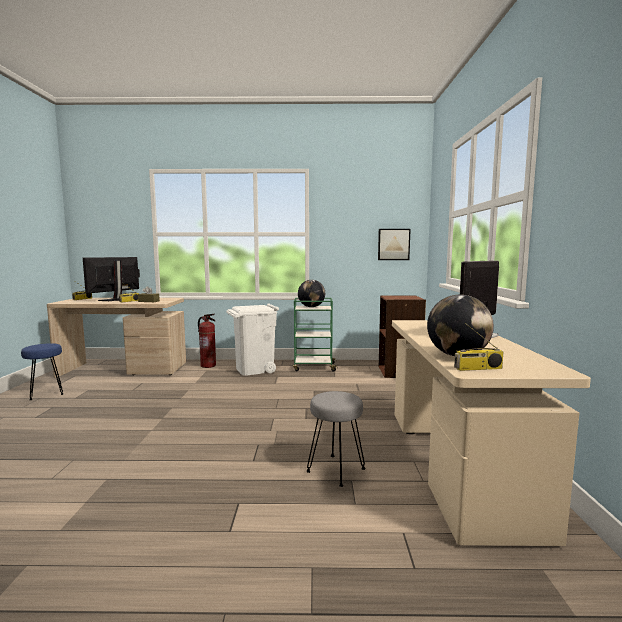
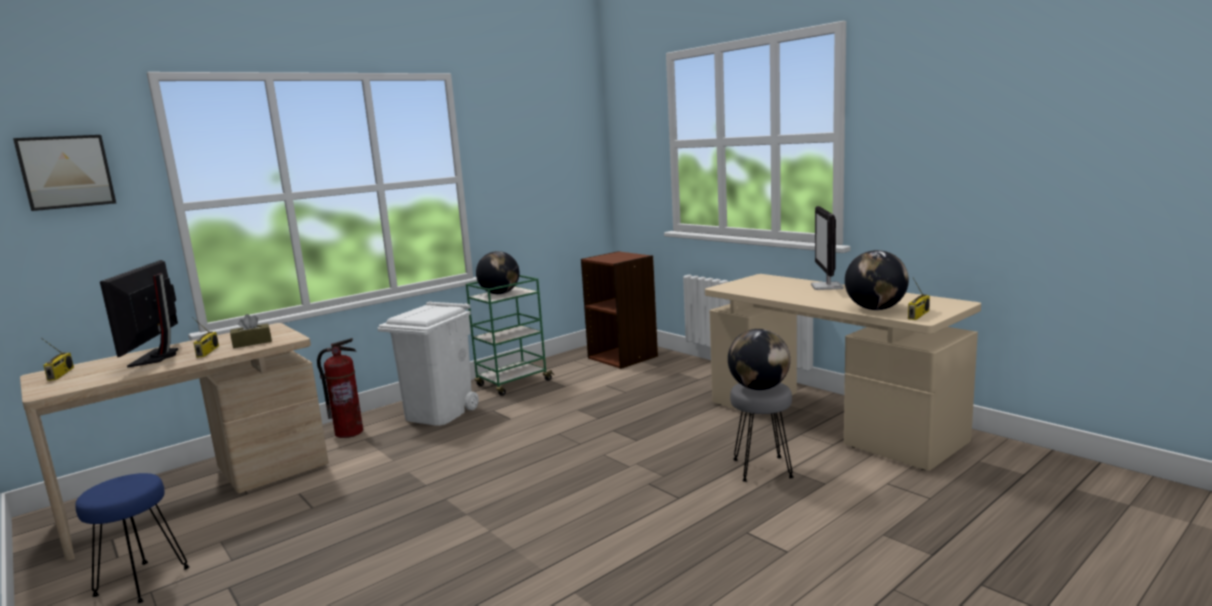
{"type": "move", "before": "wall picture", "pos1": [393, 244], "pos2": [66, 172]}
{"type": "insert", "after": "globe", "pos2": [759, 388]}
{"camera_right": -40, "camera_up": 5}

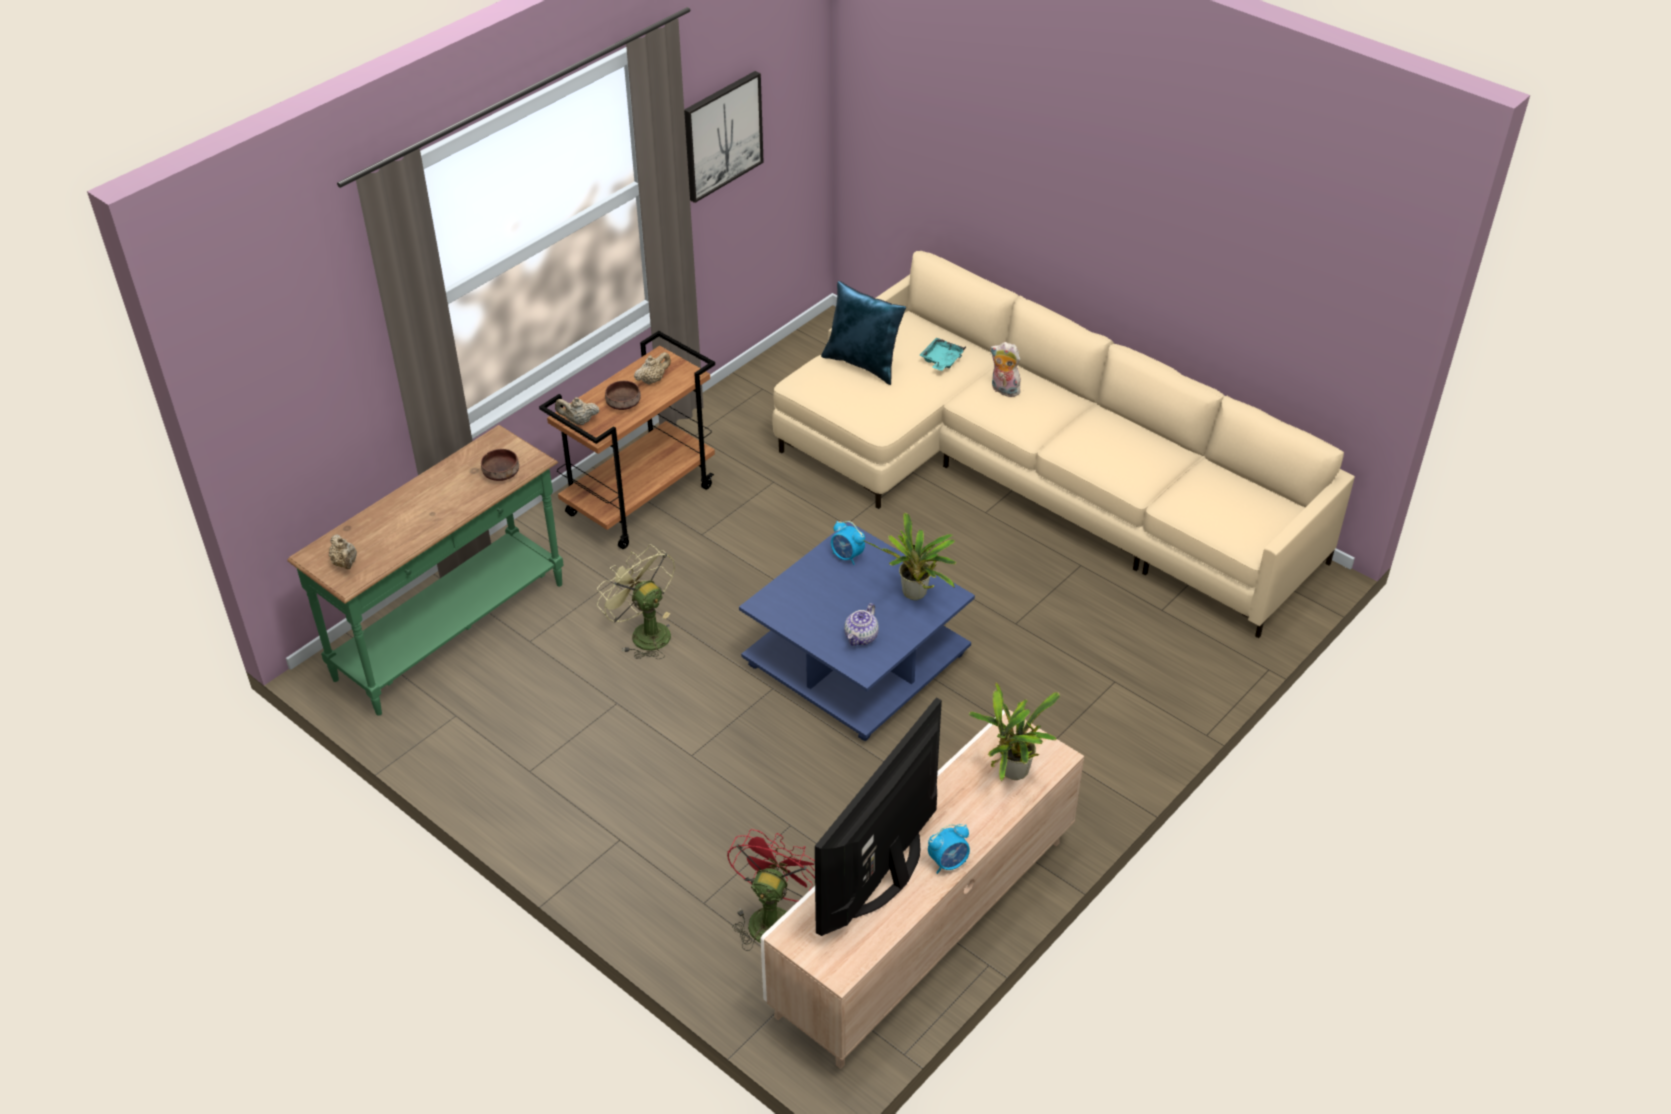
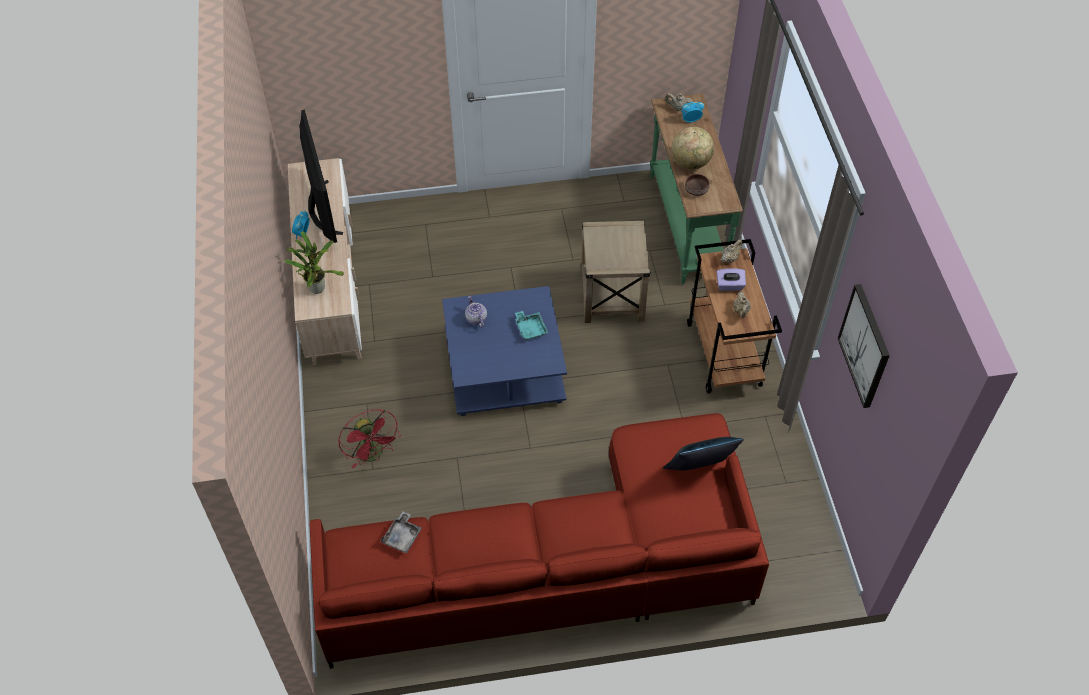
{"type": "replace", "before": "electric fan (greenish)", "after": "side table (beige-coloured)", "pos1": [644, 633], "pos2": [612, 296]}
{"type": "replace", "before": "deep dish (brown)", "after": "tissue holder (purple-coloured)", "pos1": [622, 403], "pos2": [729, 286]}
{"type": "move", "before": "electric fan (red)", "pos1": [773, 917], "pos2": [373, 455]}
{"type": "recolor", "before": "settee (beige-coloured)", "after": "settee (red)", "pos1": [1037, 480], "pos2": [558, 567]}
{"type": "move", "before": "table clock", "pos1": [847, 556], "pos2": [690, 120]}
{"type": "delete", "before": "plant in a pot", "pos1": [915, 596]}
{"type": "move", "before": "carrying tray (turquoise)", "pos1": [941, 360], "pos2": [530, 328]}
{"type": "delete", "before": "cuddly toy", "pos1": [1003, 390]}
{"type": "insert", "after": "carrying tray (grey)", "pos2": [402, 536]}
{"type": "insert", "after": "globe", "pos2": [691, 163]}
{"camera_right": 130, "camera_up": 10}

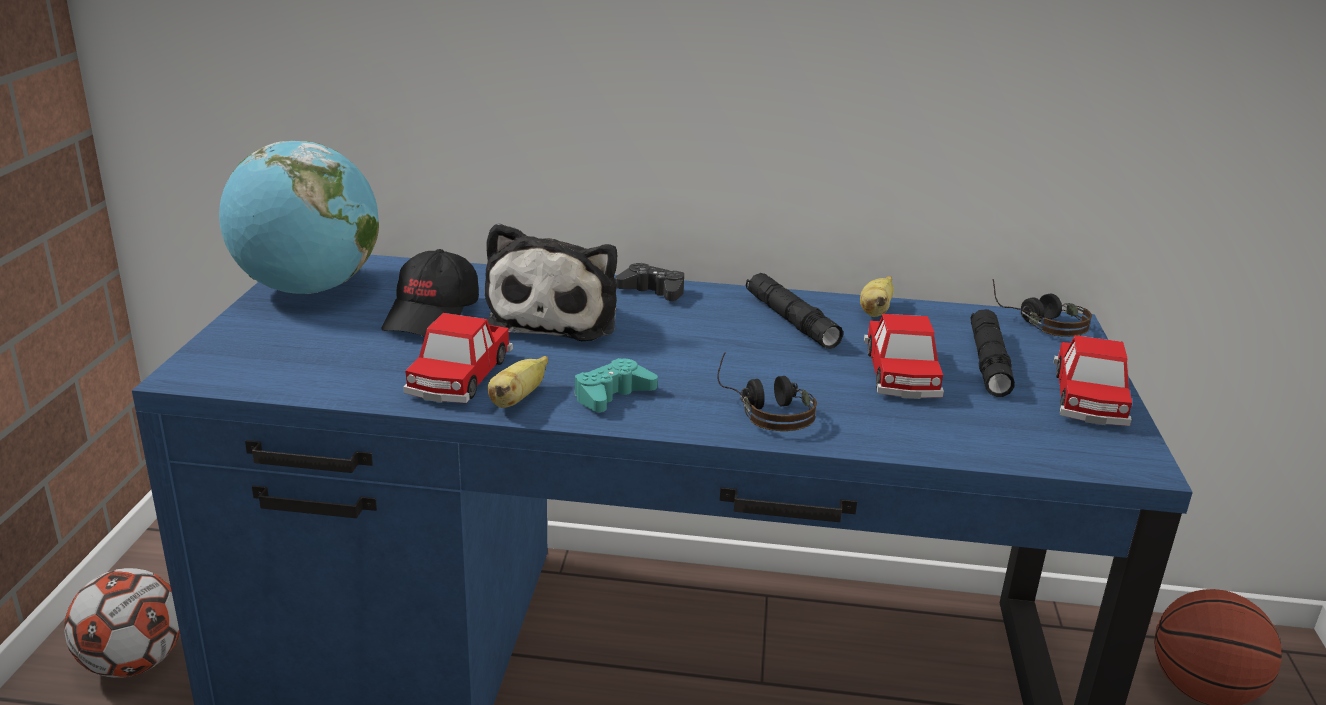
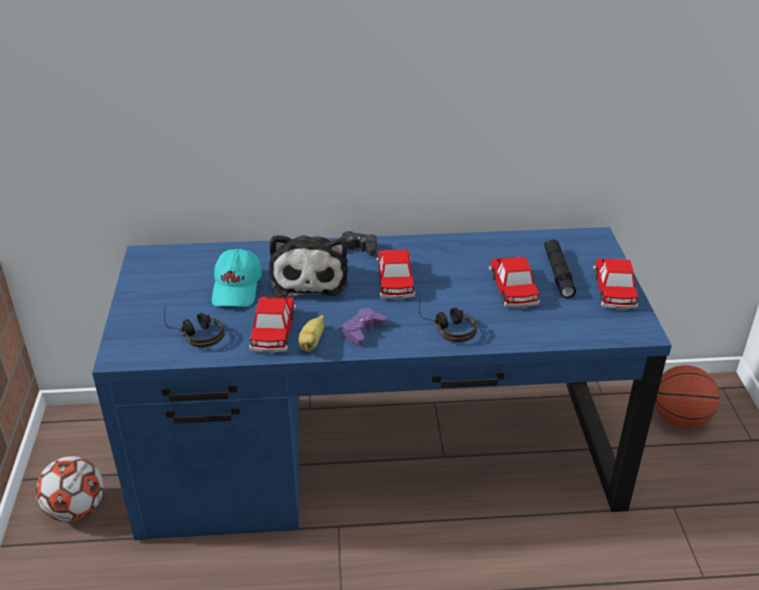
{"type": "delete", "before": "globe", "pos1": [308, 289]}
{"type": "recolor", "before": "peaked cap (blackish)", "after": "peaked cap (turquoise)", "pos1": [433, 315], "pos2": [237, 288]}
{"type": "recolor", "before": "joypad (turquoise)", "after": "joypad (purple-coloured)", "pos1": [612, 395], "pos2": [362, 331]}
{"type": "delete", "before": "flashlight (blackish)", "pos1": [791, 320]}
{"type": "delete", "before": "whole banana", "pos1": [875, 311]}
{"type": "move", "before": "headset", "pos1": [1037, 321], "pos2": [195, 332]}
{"type": "insert", "after": "model car", "pos2": [395, 281]}
{"camera_right": -10, "camera_up": 10}

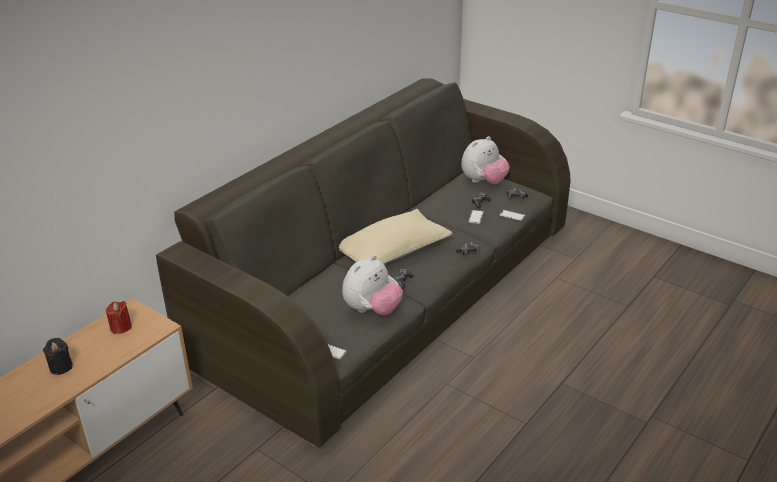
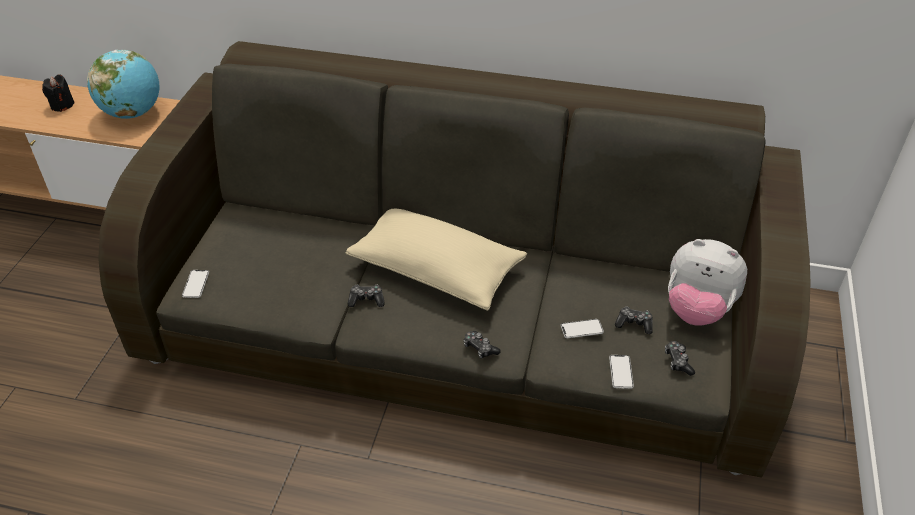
{"type": "replace", "before": "wax light (red)", "after": "globe", "pos1": [121, 327], "pos2": [133, 113]}
{"type": "delete", "before": "cuddly toy", "pos1": [372, 310]}
{"camera_right": 65, "camera_up": 10}

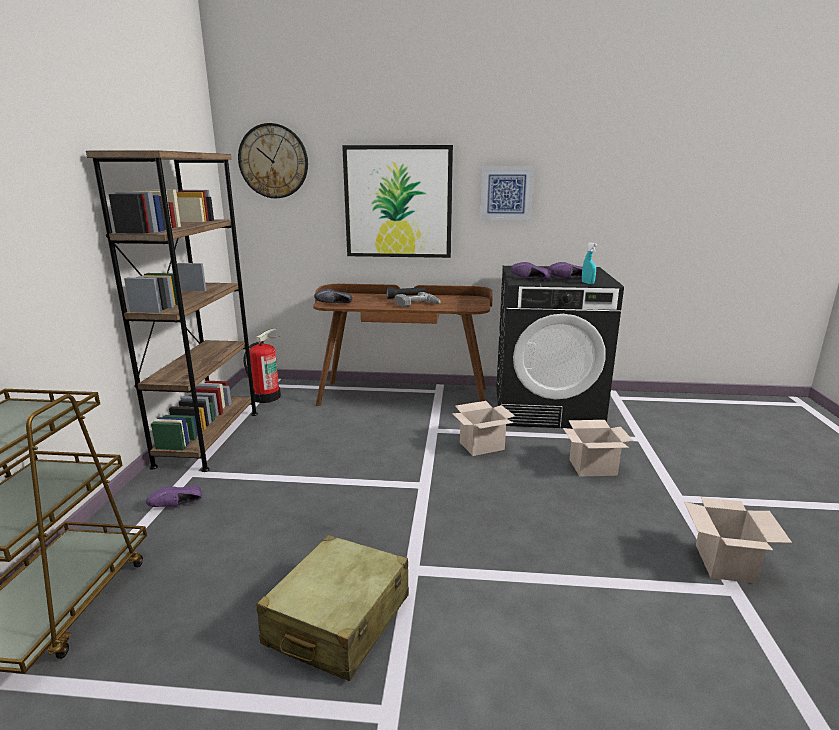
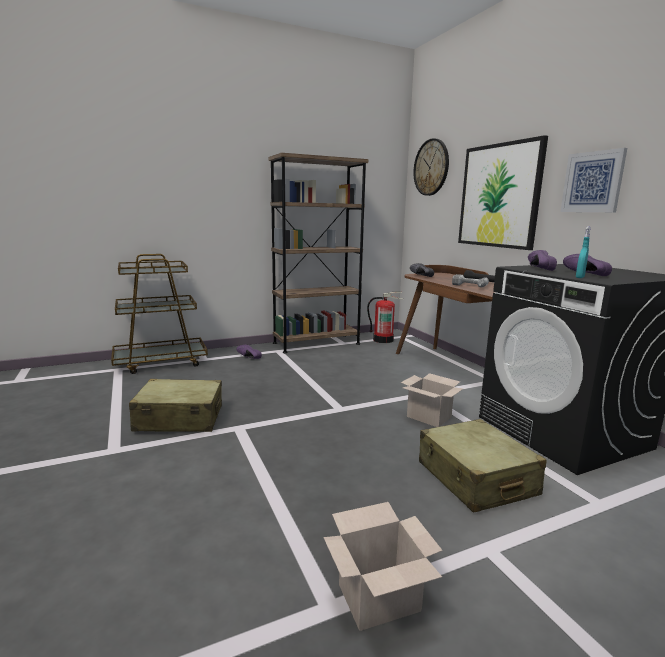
{"type": "replace", "before": "cardboard box", "after": "suitcase (beige-coloured)", "pos1": [593, 467], "pos2": [475, 479]}
{"camera_right": 60, "camera_up": -5}

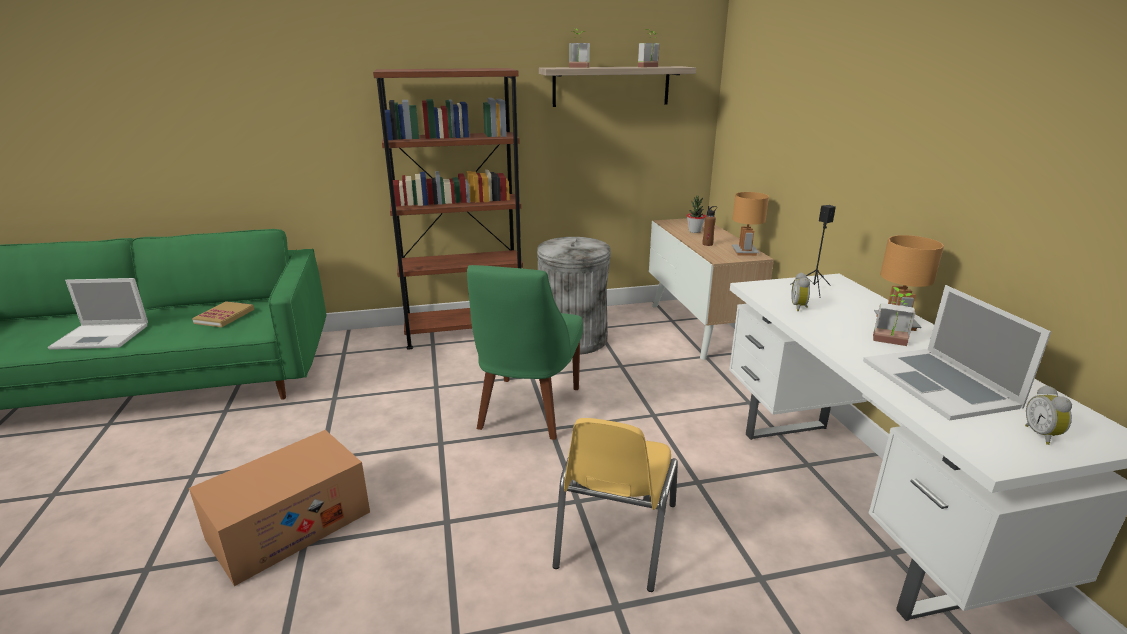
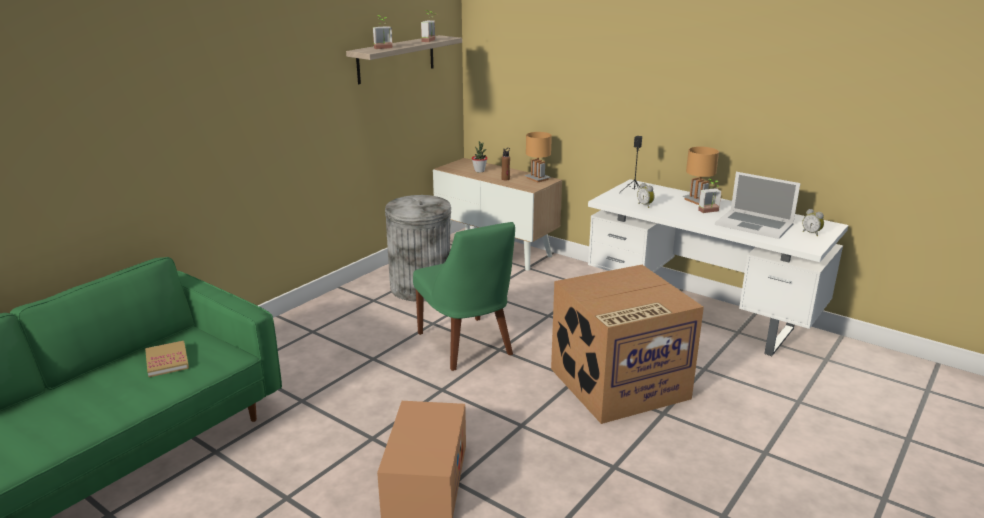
{"type": "delete", "before": "laptop", "pos1": [103, 336]}
{"type": "delete", "before": "shelving unit (brown)", "pos1": [464, 332]}
{"type": "replace", "before": "chair (yellow-coloured)", "after": "cardboard box", "pos1": [615, 535], "pos2": [618, 384]}
{"camera_right": -40, "camera_up": 0}

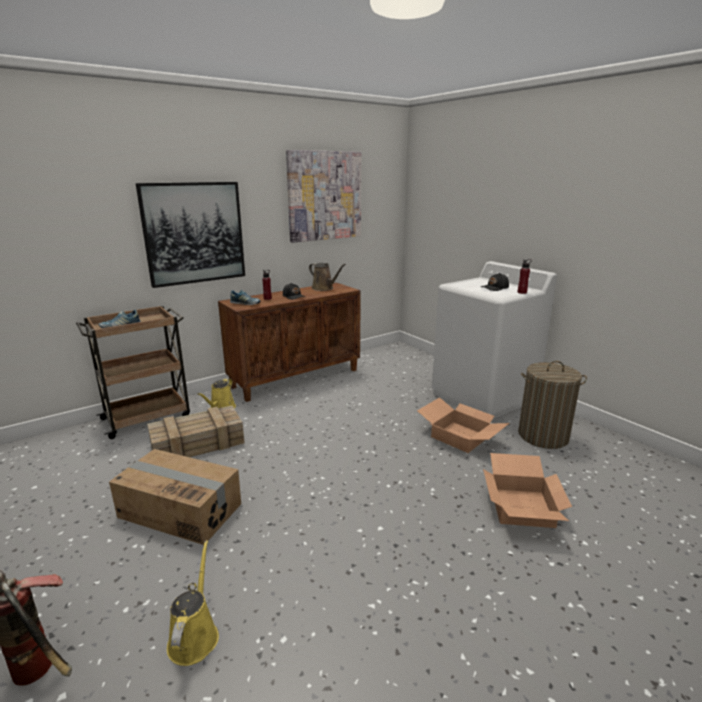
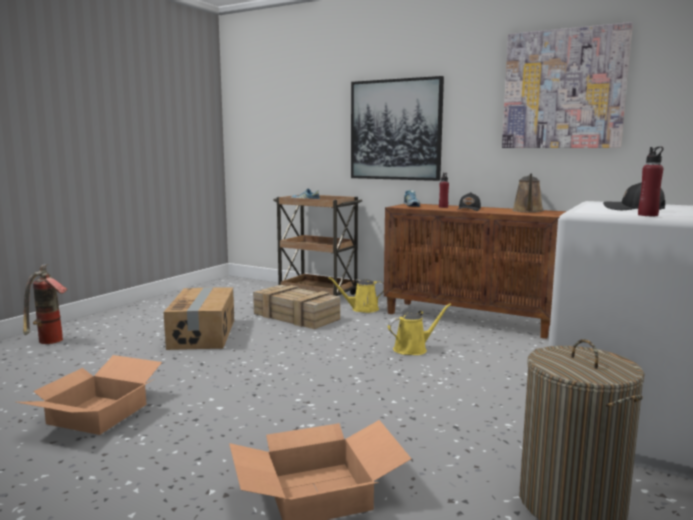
{"type": "move", "before": "watering can (yellow-coloured)", "pos1": [194, 636], "pos2": [413, 349]}
{"type": "move", "before": "cardboard box", "pos1": [461, 436], "pos2": [98, 415]}
{"camera_right": 65, "camera_up": -10}

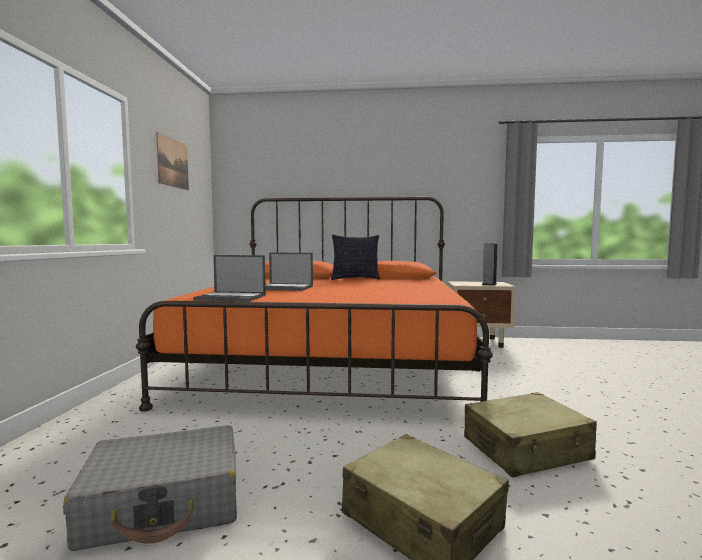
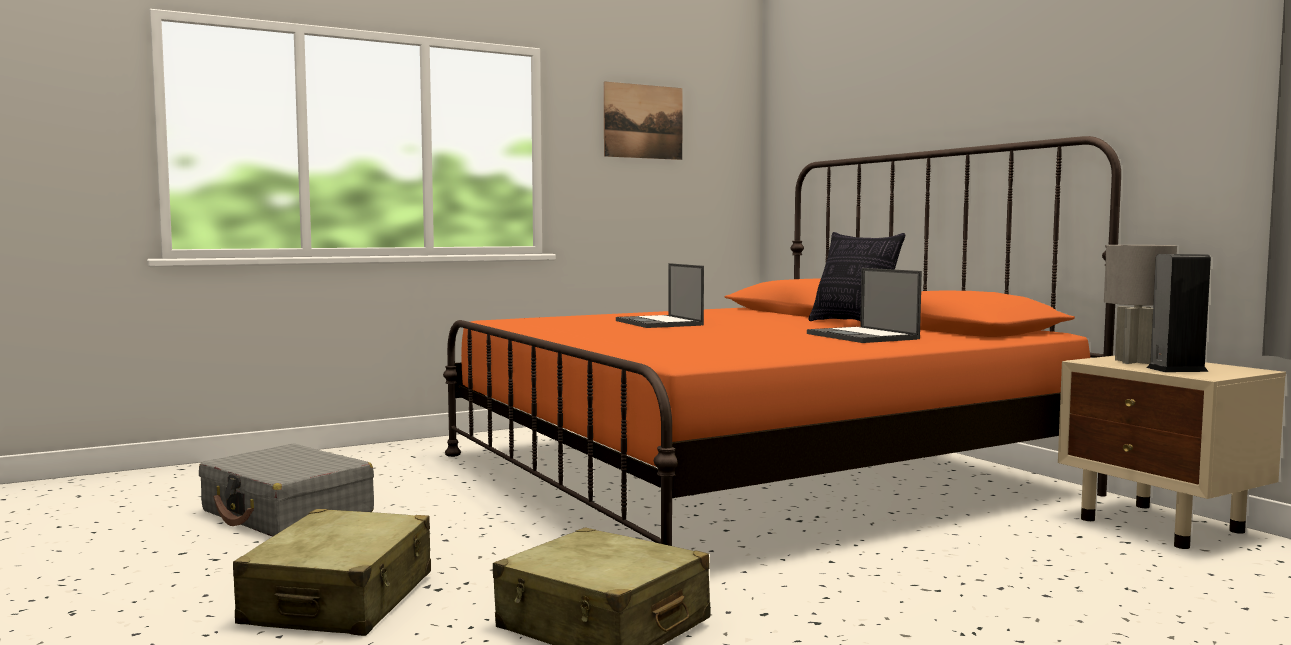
{"type": "move", "before": "laptop", "pos1": [232, 297], "pos2": [863, 336]}
{"type": "insert", "after": "tabletop lamp (grey)", "pos2": [1136, 362]}
{"camera_right": 55, "camera_up": 0}

